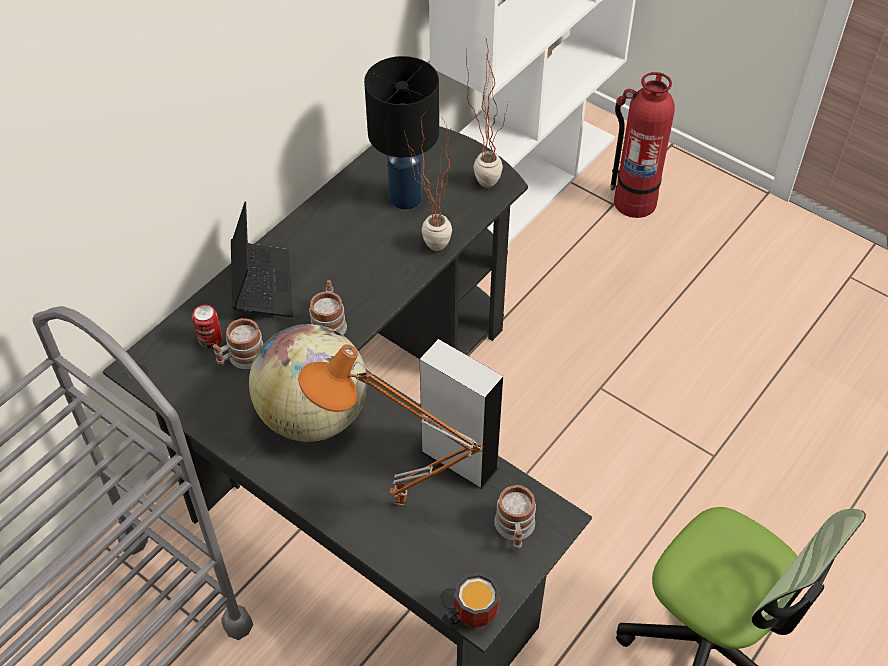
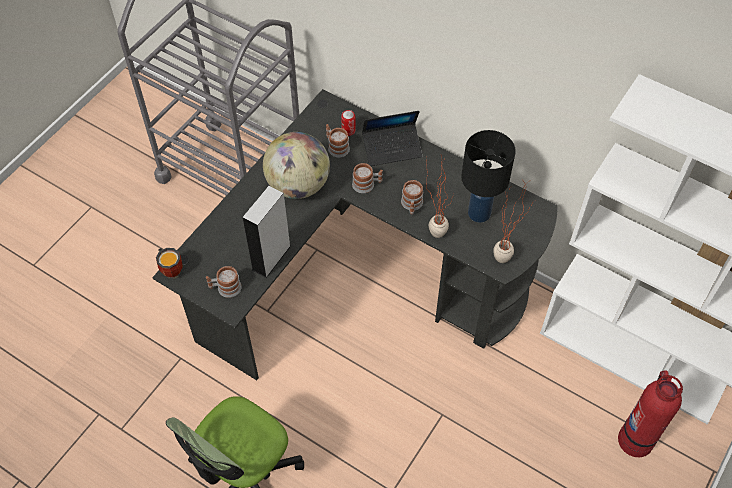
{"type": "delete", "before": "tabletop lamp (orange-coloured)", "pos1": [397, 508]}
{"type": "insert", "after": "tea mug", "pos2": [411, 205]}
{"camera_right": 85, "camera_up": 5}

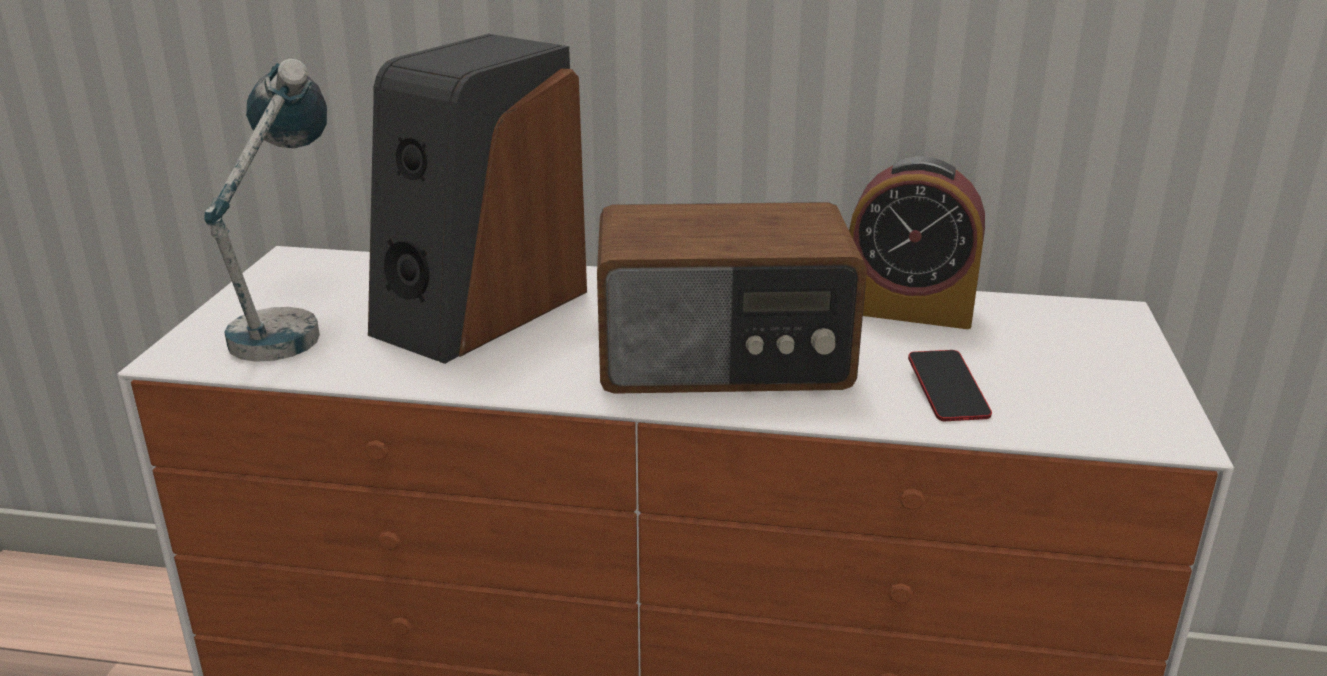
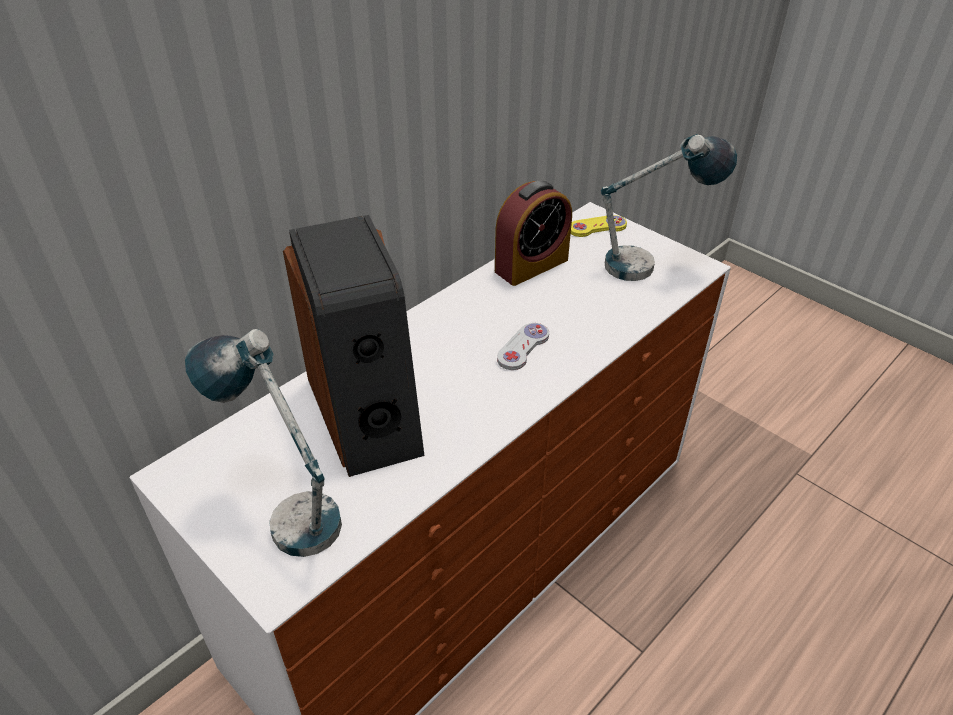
{"type": "replace", "before": "radio", "after": "joypad (white)", "pos1": [724, 358], "pos2": [523, 347]}
{"type": "delete", "before": "phone", "pos1": [947, 392]}
{"type": "insert", "after": "joypad (yellow-coloured)", "pos2": [597, 227]}
{"type": "insert", "after": "tabletop lamp", "pos2": [650, 265]}
{"camera_right": -55, "camera_up": 15}

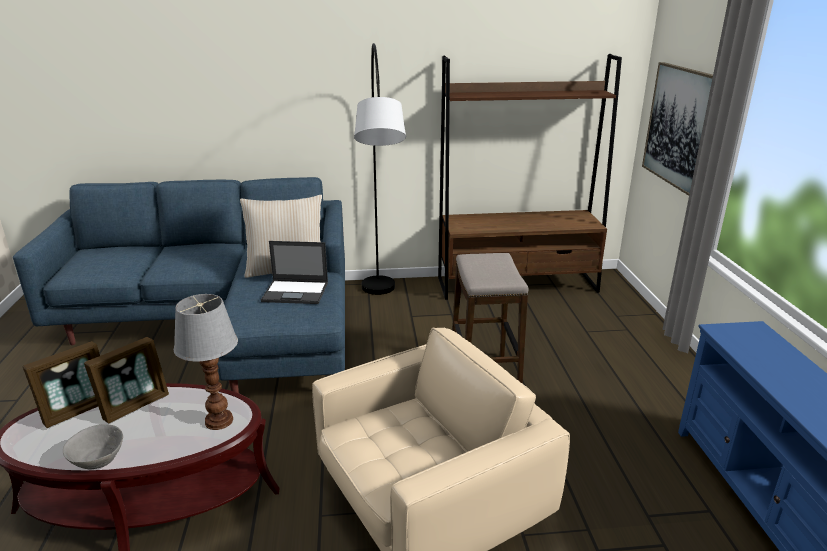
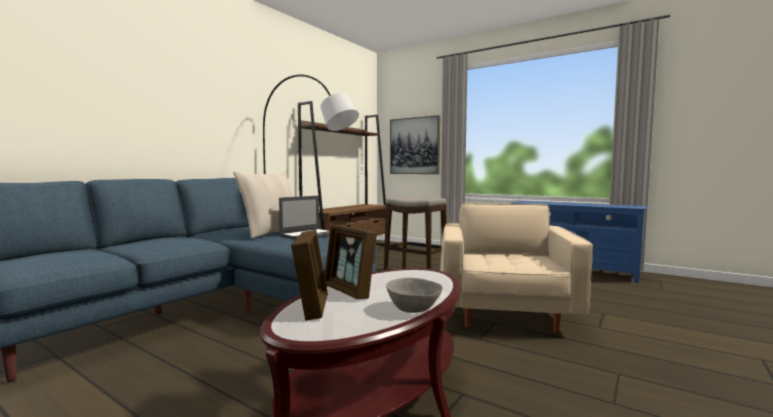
{"type": "rotate", "before": "picture frame", "pos1": [135, 405], "pos2": [349, 291], "turn": 150}
{"type": "delete", "before": "tabletop lamp", "pos1": [218, 421]}
{"camera_right": -50, "camera_up": -20}

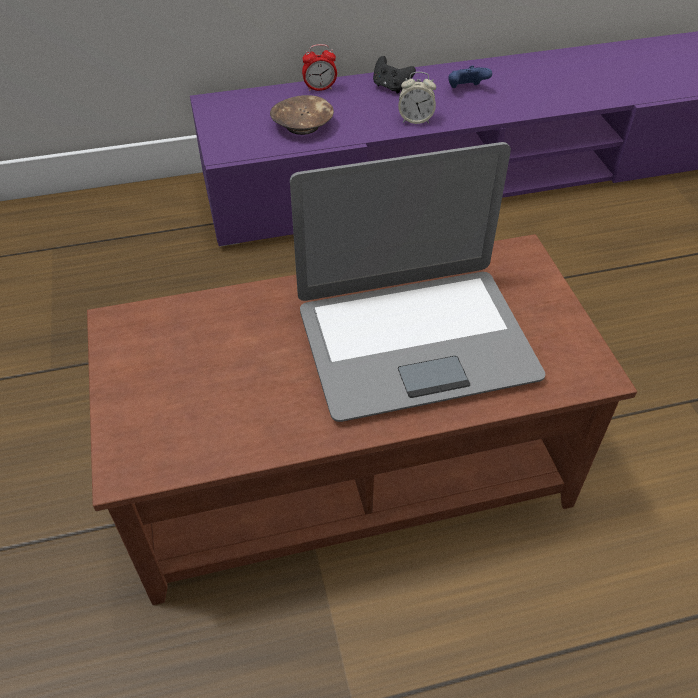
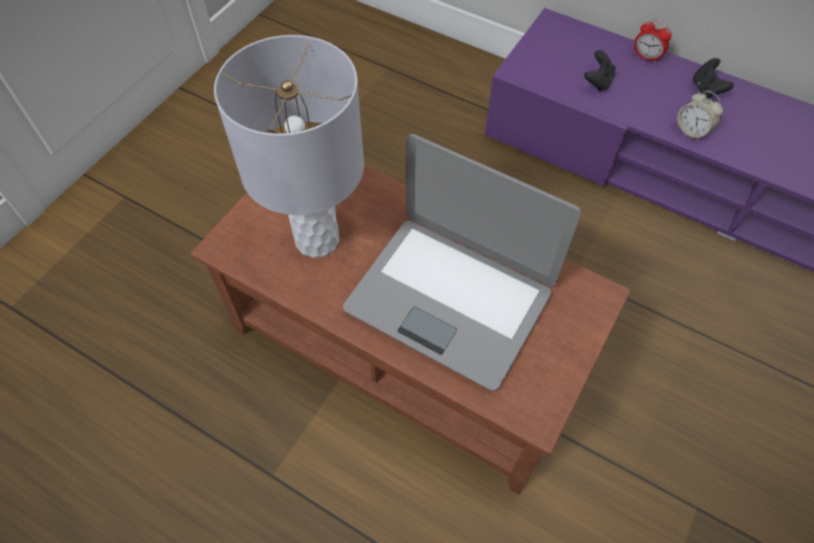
{"type": "replace", "before": "deep dish (brown)", "after": "joypad (blackish)", "pos1": [303, 125], "pos2": [597, 82]}
{"type": "delete", "before": "joypad (blue-coloured)", "pos1": [466, 89]}
{"type": "insert", "after": "tabletop lamp (grey)", "pos2": [318, 239]}
{"camera_right": 45, "camera_up": 10}

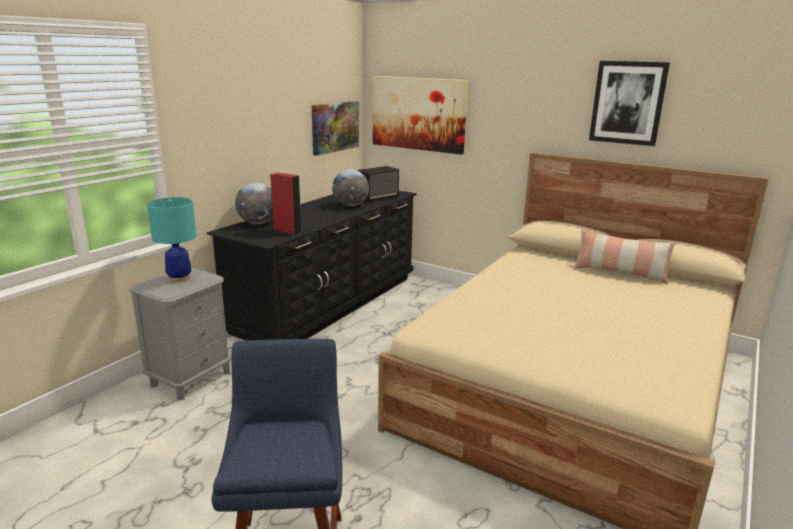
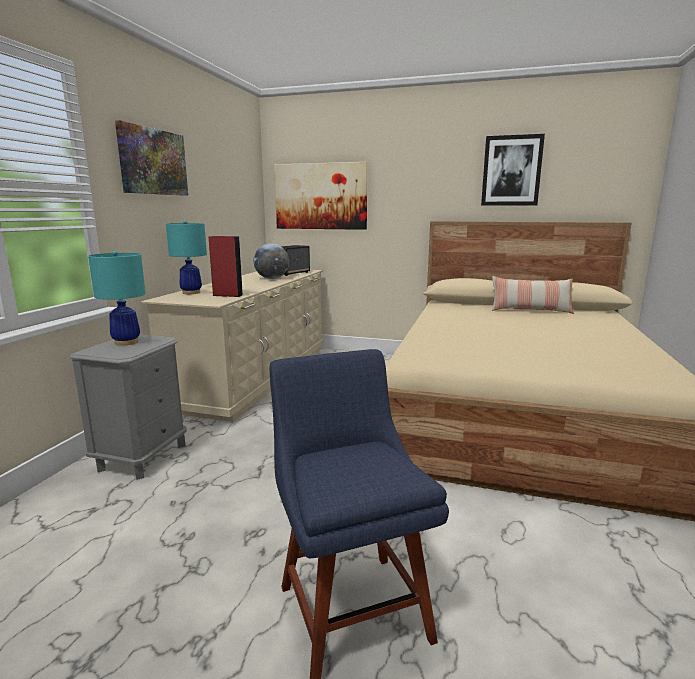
{"type": "recolor", "before": "dresser (blackish)", "after": "dresser (beige-coloured)", "pos1": [328, 303], "pos2": [256, 376]}
{"type": "replace", "before": "globe", "after": "tabletop lamp (turquoise)", "pos1": [258, 223], "pos2": [191, 292]}
{"type": "move", "before": "wall picture", "pos1": [334, 127], "pos2": [153, 162]}
{"camera_right": -15, "camera_up": -5}

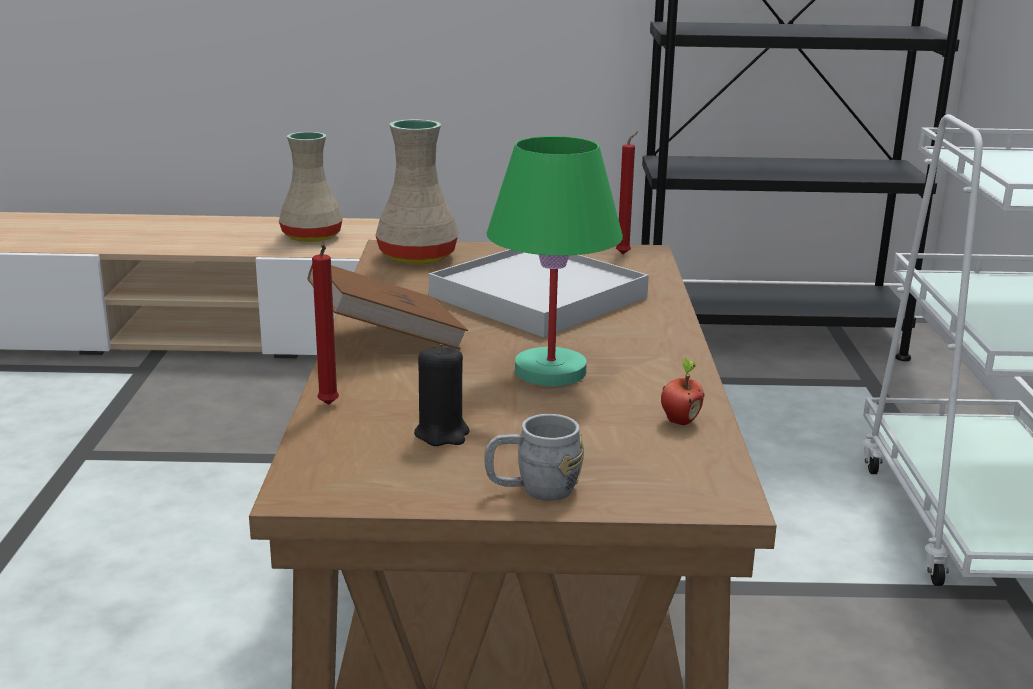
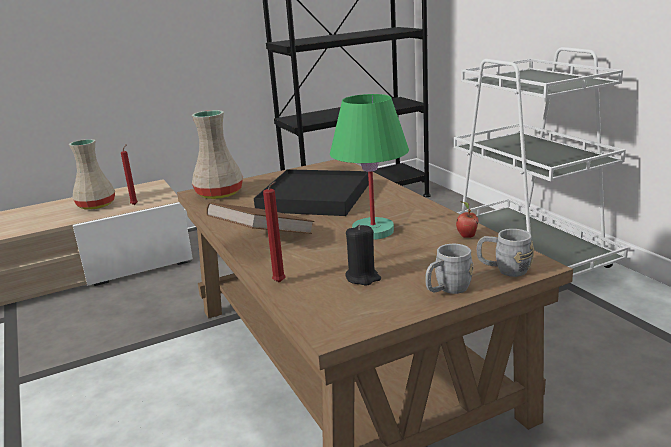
{"type": "recolor", "before": "carrying tray (white)", "after": "carrying tray (blackish)", "pos1": [538, 297], "pos2": [314, 197]}
{"type": "move", "before": "wax light (red)", "pos1": [624, 254], "pos2": [135, 204]}
{"type": "insert", "after": "tea mug (grey)", "pos2": [504, 269]}
{"camera_right": -25, "camera_up": 0}

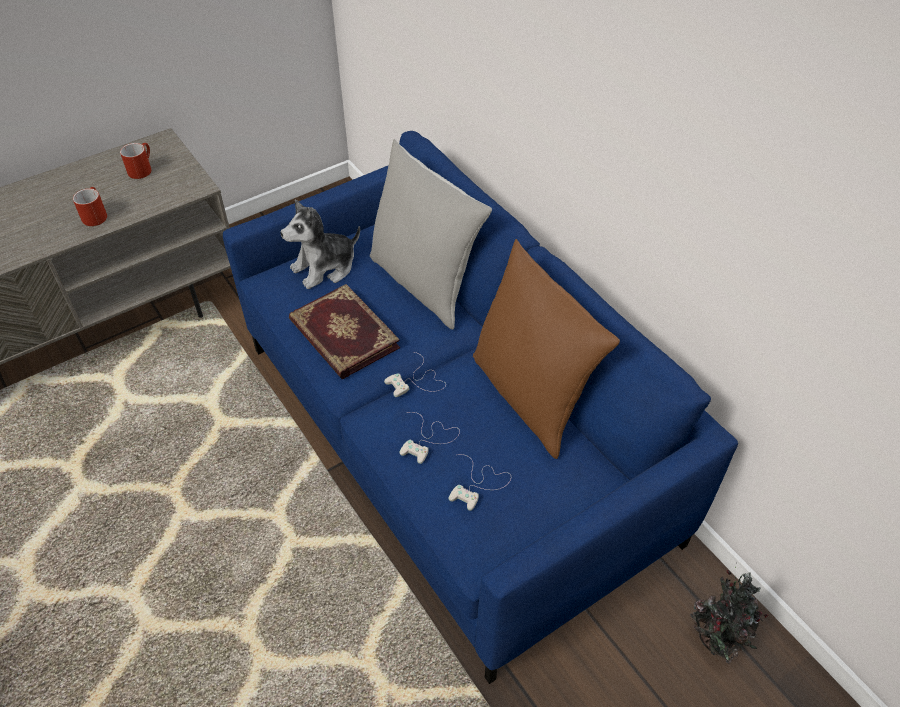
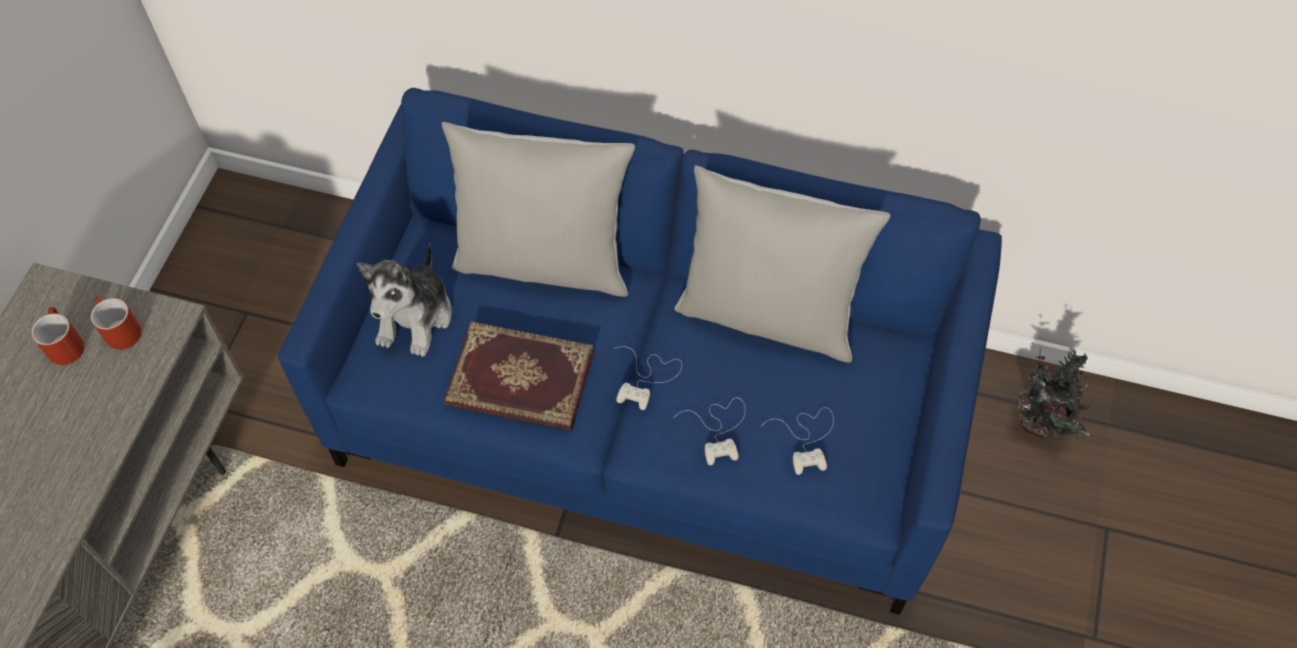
{"type": "move", "before": "tea mug (red)", "pos1": [95, 215], "pos2": [118, 330]}
{"type": "recolor", "before": "throw pillow (brown)", "after": "throw pillow (grey)", "pos1": [530, 396], "pos2": [768, 314]}
{"camera_right": -40, "camera_up": 10}

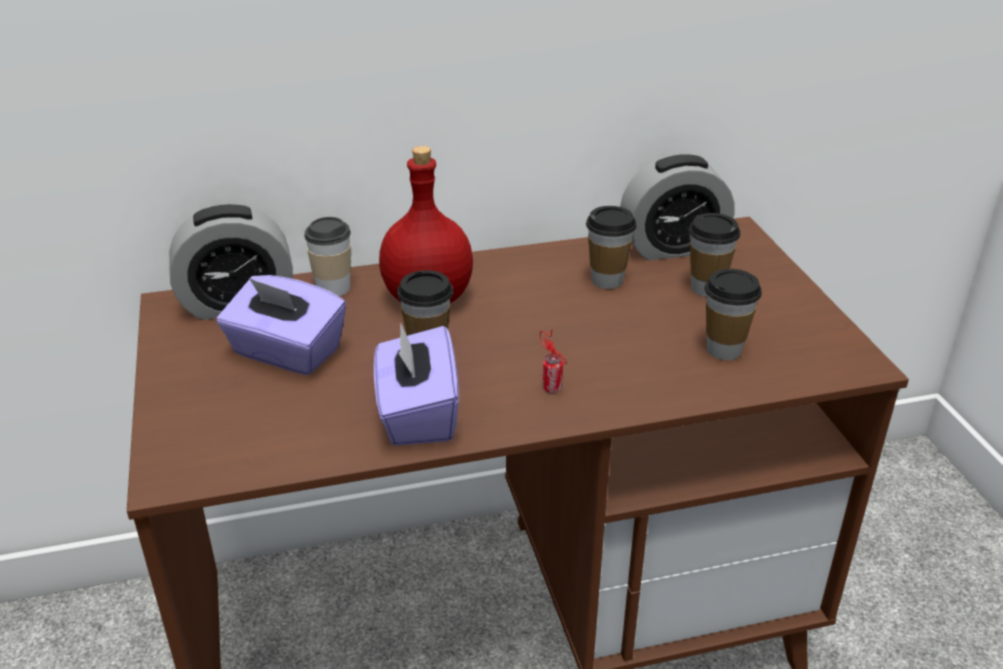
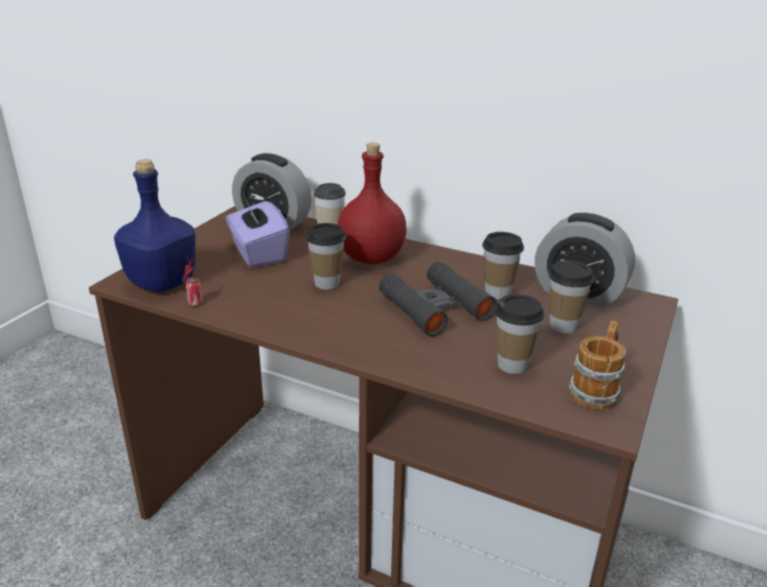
{"type": "delete", "before": "tissue holder (purple-coloured)", "pos1": [417, 414]}
{"type": "move", "before": "can", "pos1": [553, 389], "pos2": [194, 304]}
{"type": "insert", "after": "drink bottle (blue-coloured)", "pos2": [161, 283]}
{"type": "insert", "after": "field glasses (blackish)", "pos2": [435, 307]}
{"type": "insert", "after": "tea mug", "pos2": [596, 390]}
{"camera_right": 40, "camera_up": -5}

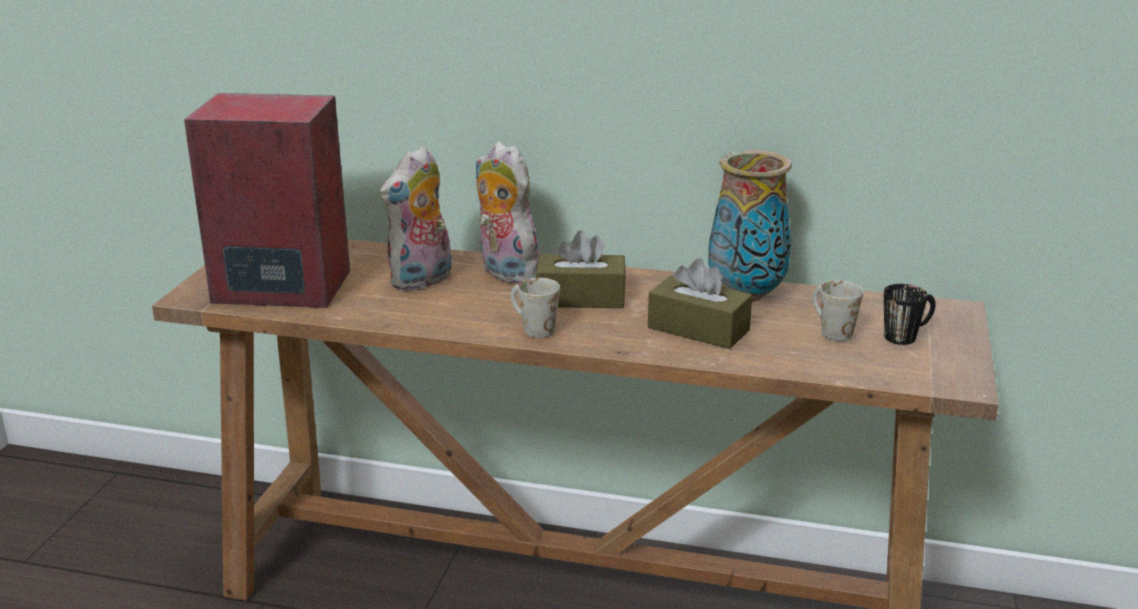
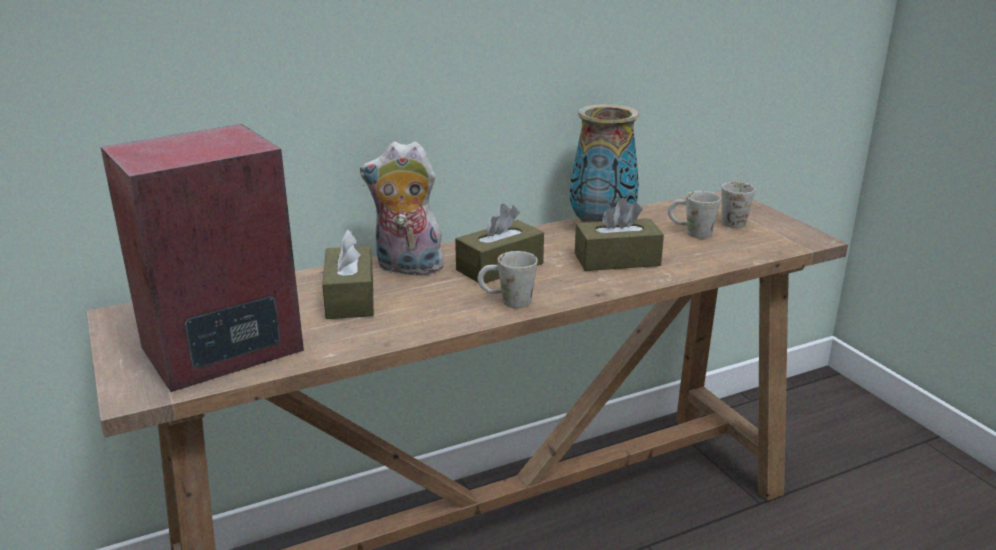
{"type": "replace", "before": "cuddly toy", "after": "tissue holder (brown)", "pos1": [422, 281], "pos2": [350, 298]}
{"type": "recolor", "before": "tea mug (blackish)", "after": "tea mug (white)", "pos1": [907, 335], "pos2": [734, 220]}
{"camera_right": -40, "camera_up": 0}

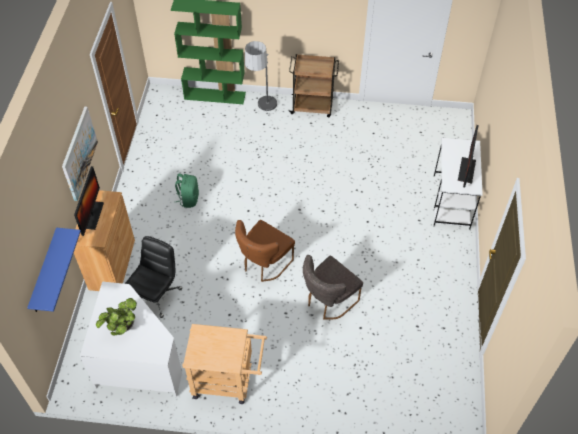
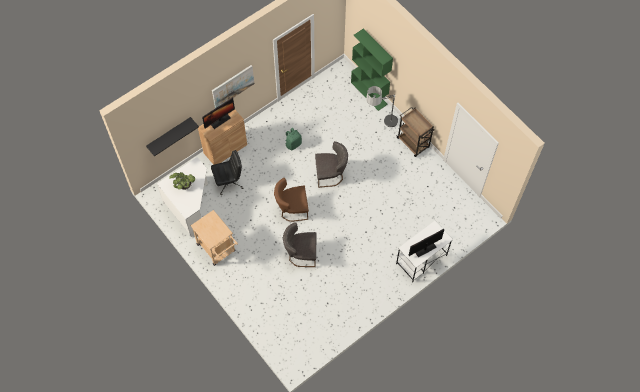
{"type": "recolor", "before": "shelf (blue-coloured)", "after": "shelf (blackish)", "pos1": [45, 272], "pos2": [169, 134]}
{"type": "insert", "after": "chair (grey)", "pos2": [331, 175]}
{"camera_right": 45, "camera_up": 10}

